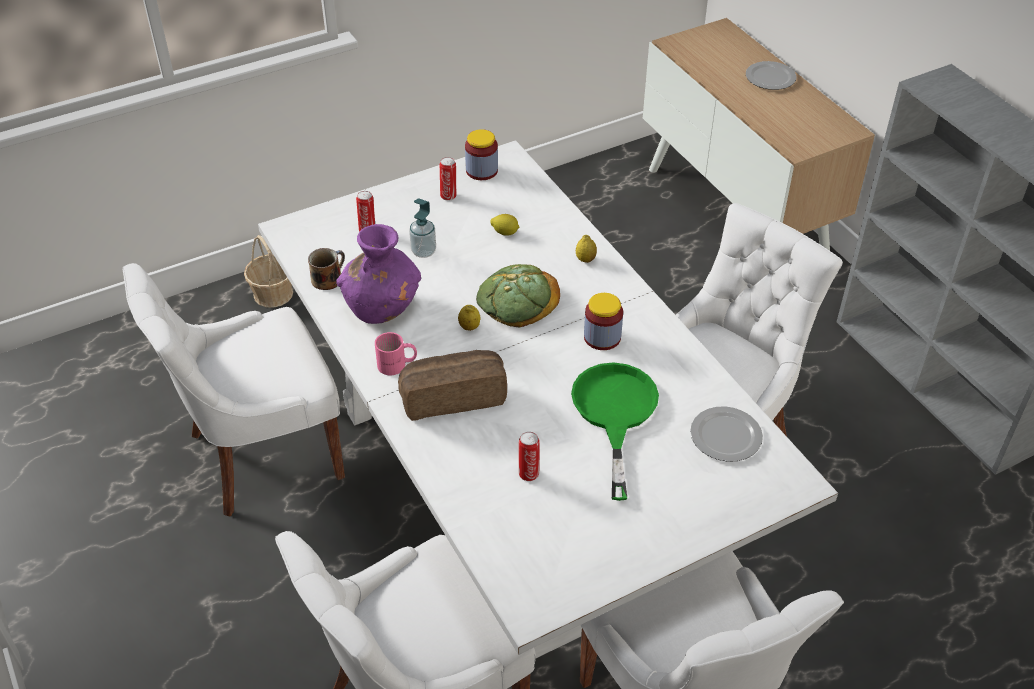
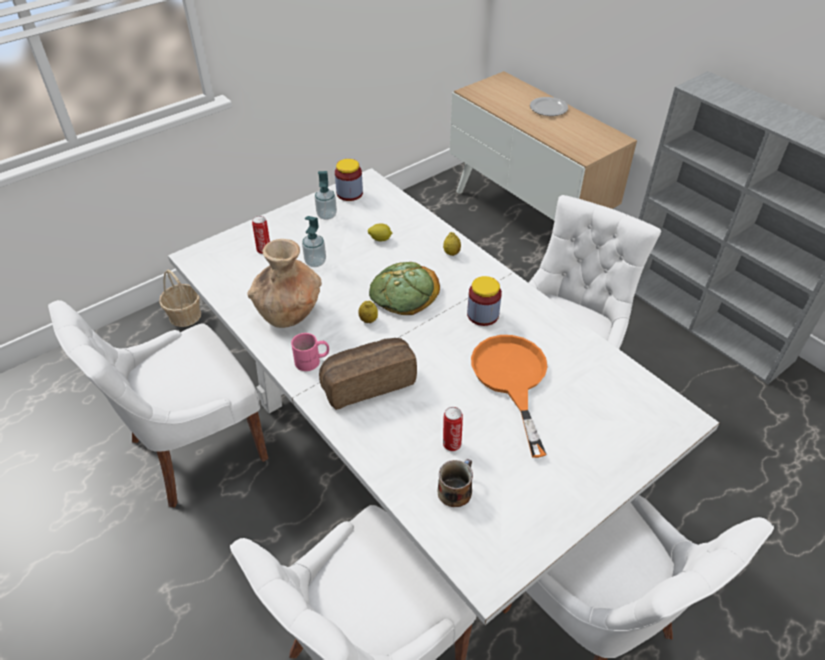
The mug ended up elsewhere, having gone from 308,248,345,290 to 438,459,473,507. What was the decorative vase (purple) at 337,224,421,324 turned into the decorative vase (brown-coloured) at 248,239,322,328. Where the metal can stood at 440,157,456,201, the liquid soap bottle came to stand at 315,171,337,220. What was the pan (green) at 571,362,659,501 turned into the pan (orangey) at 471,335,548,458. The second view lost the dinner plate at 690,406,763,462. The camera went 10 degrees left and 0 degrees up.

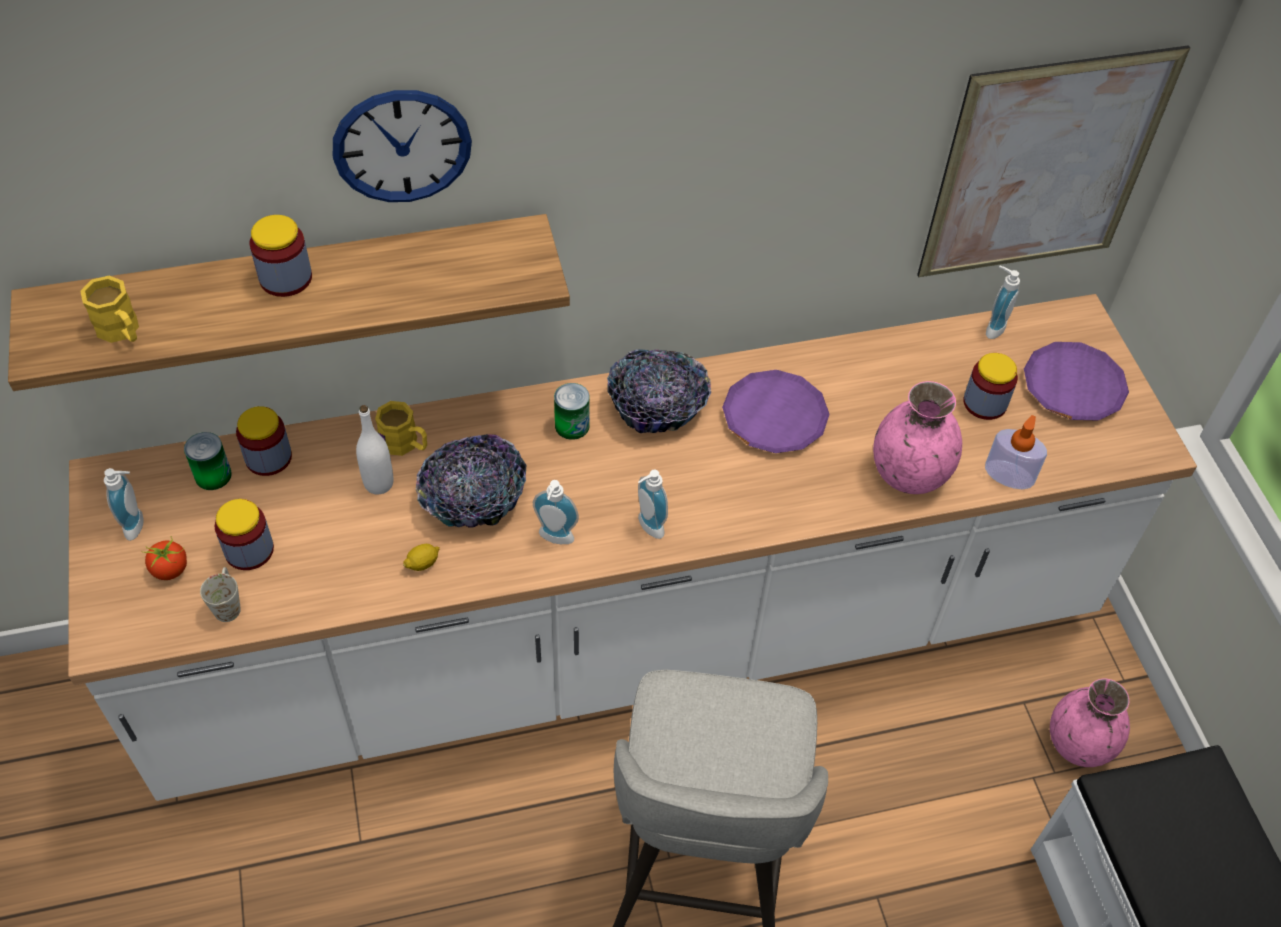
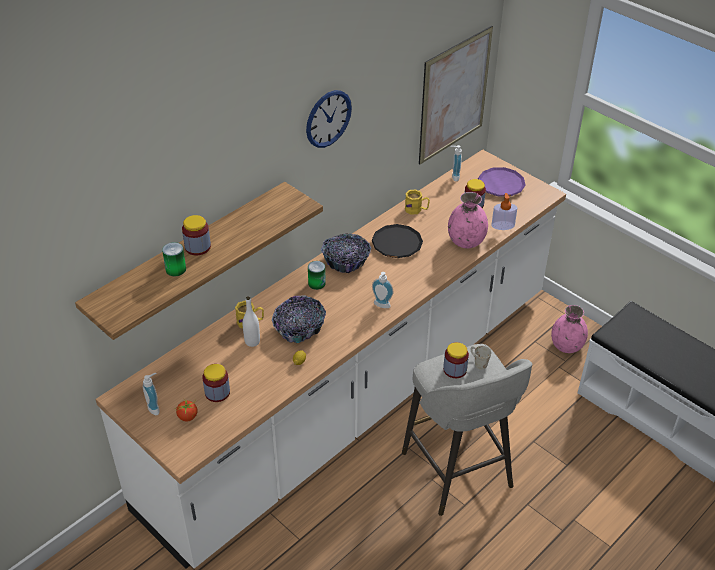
The mug (yellowish) ended up elsewhere, having gone from 80,276,139,343 to 405,189,430,215. The metal can ended up elsewhere, having gone from 184,432,232,490 to 162,242,186,276. The mug (white-coloured) ended up elsewhere, having gone from 200,567,241,622 to 471,346,491,370. The preserve jar ended up elsewhere, having gone from 236,406,292,476 to 443,342,469,378. The clock on the wall ended up elsewhere, having gone from 333,90,472,202 to 306,90,352,148. The second view lost the liquid soap bottle at 533,480,579,544. What was the dinner plate (purple) at 722,370,830,453 turned into the dinner plate (blackish) at 372,224,423,258. The camera went 30 degrees left and 10 degrees down.

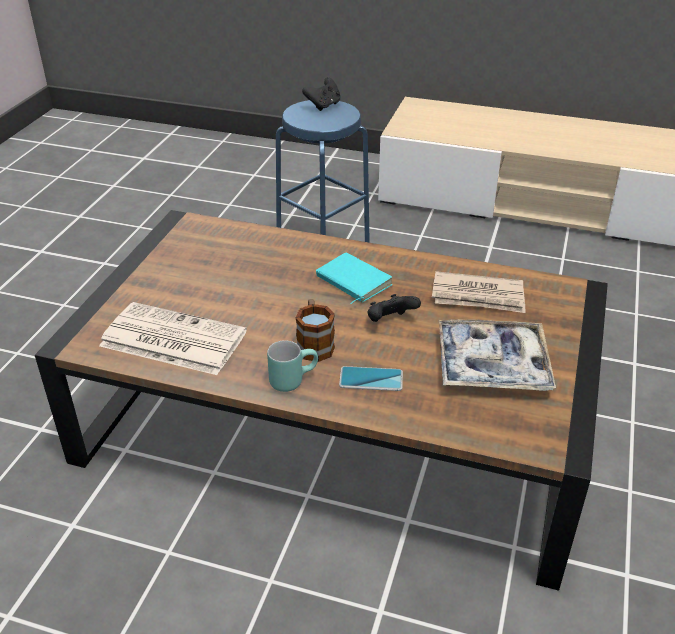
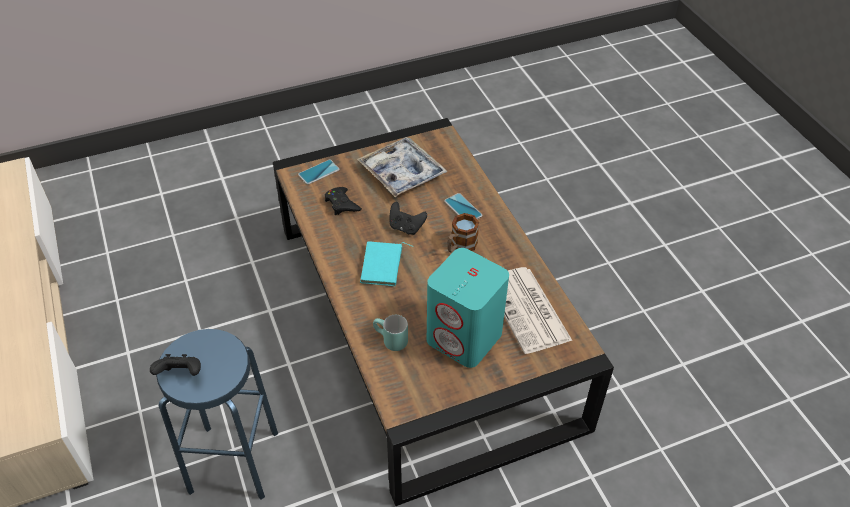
The mug (turquoise) ended up elsewhere, having gone from 267,340,318,392 to 373,315,408,351. Where the daily paper stood at 432,271,525,313, the game controller (blackish) came to stand at 325,187,362,215. The second view gained the telephone at 298,160,340,185. The second view gained the loudspeaker (turquoise) at 427,248,509,368. The camera went 130 degrees left and 10 degrees up.

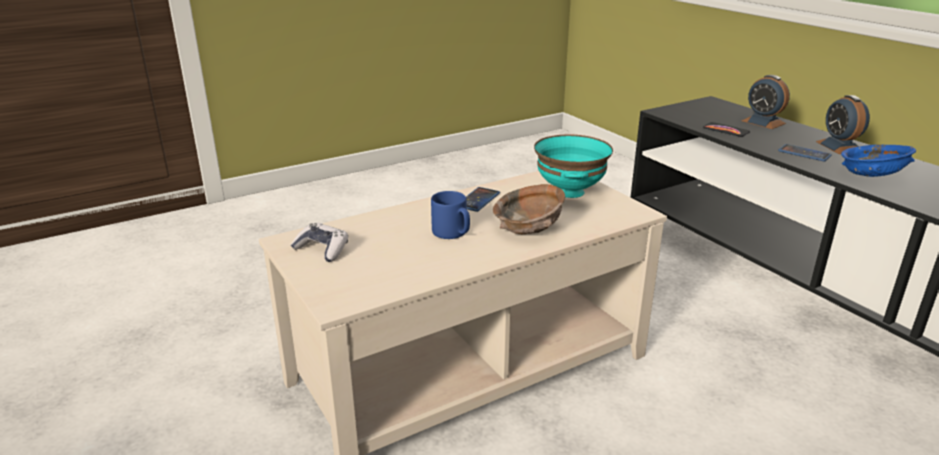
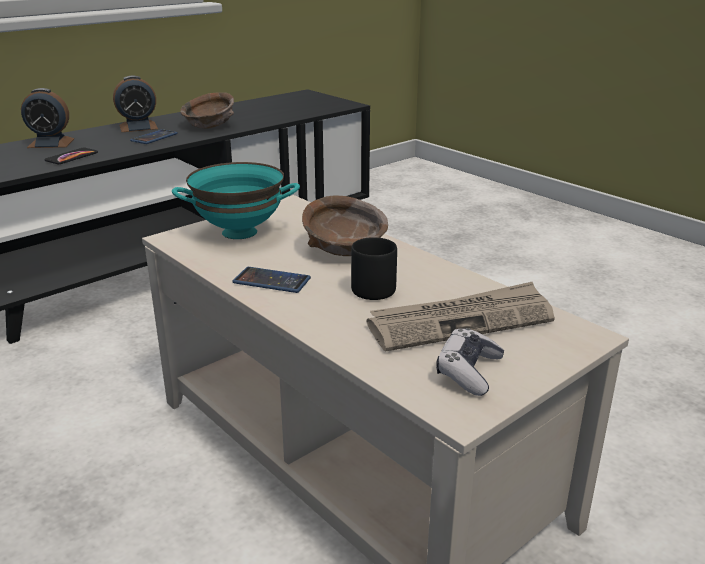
What was the mug (blue) at 431,191,470,239 turned into the mug (blackish) at 351,237,397,300. The table clock at 742,75,790,129 ended up facing another way, 45 degrees clockwise from before. What was the deep dish (blue) at 841,145,916,177 turned into the deep dish (brown-coloured) at 180,92,234,129. The second view gained the daily paper at 367,282,555,351. The camera went 100 degrees left and 0 degrees up.

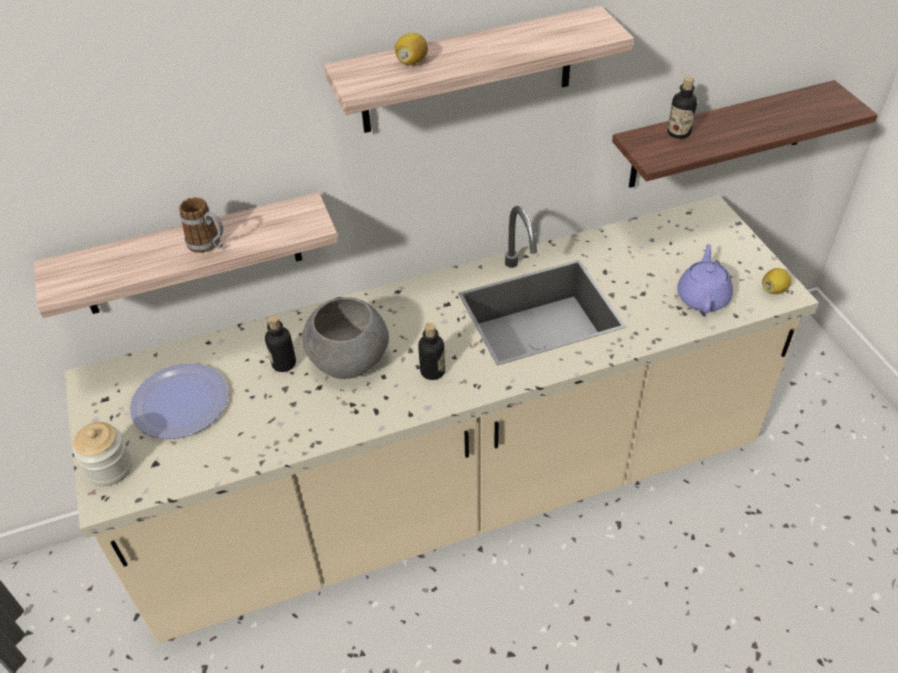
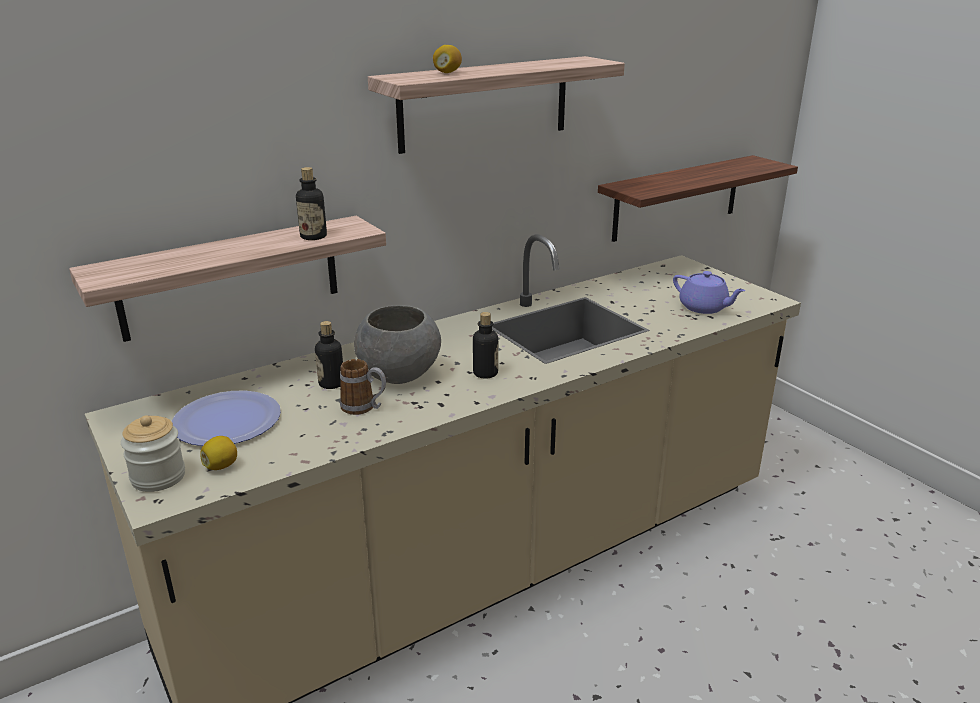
The mug ended up elsewhere, having gone from 179,197,223,253 to 340,359,386,415. The bottle ended up elsewhere, having gone from 668,76,697,139 to 296,167,327,240. The teapot (purple) at 677,244,733,313 ended up facing another way, 135 degrees clockwise from before. The lemon ended up elsewhere, having gone from 762,268,791,294 to 200,436,237,470. The camera went 15 degrees left and 20 degrees down.

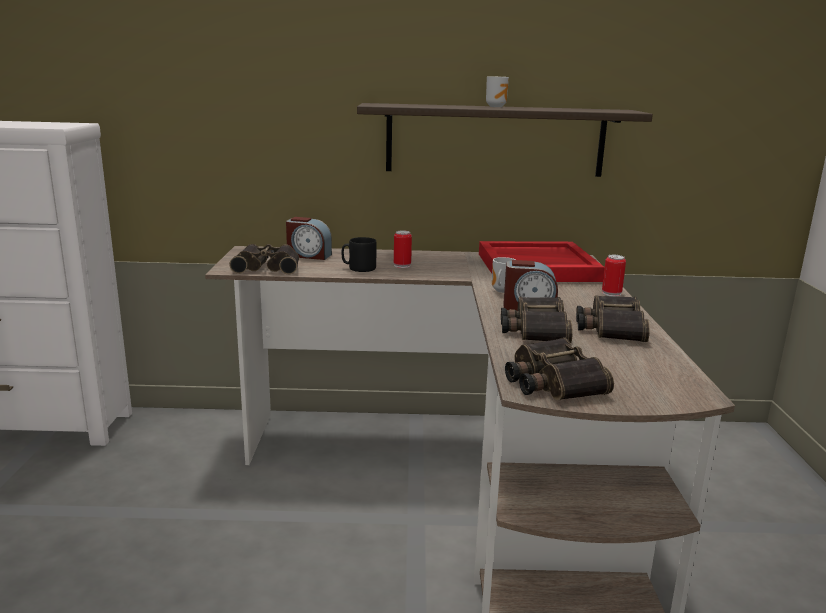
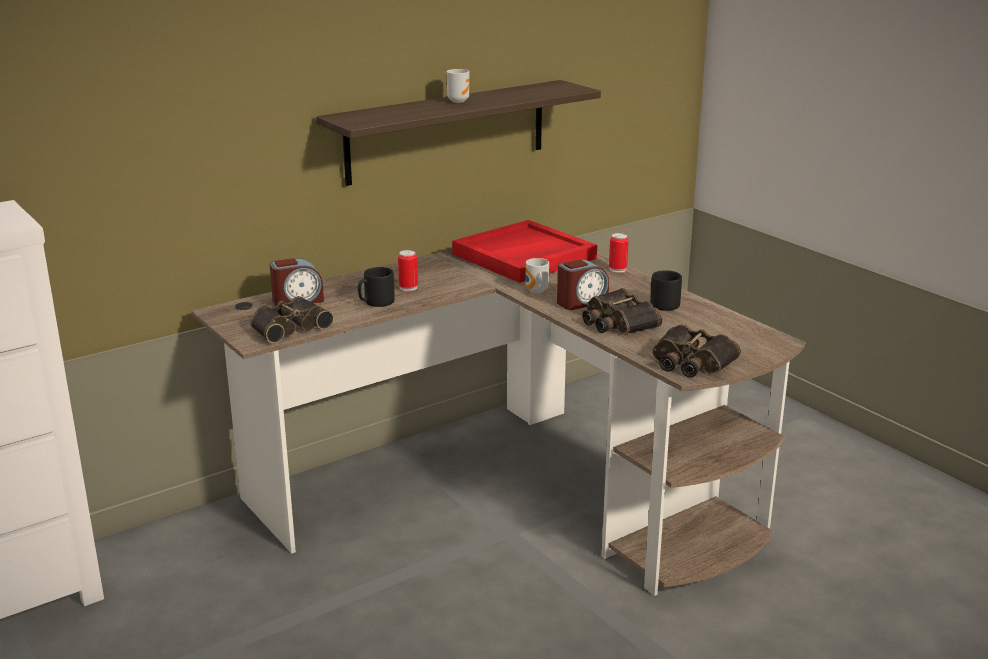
Where the pair of binoculars stood at 576,295,650,342, the mug (blackish) came to stand at 650,270,682,311. The camera went 35 degrees left and 5 degrees up.

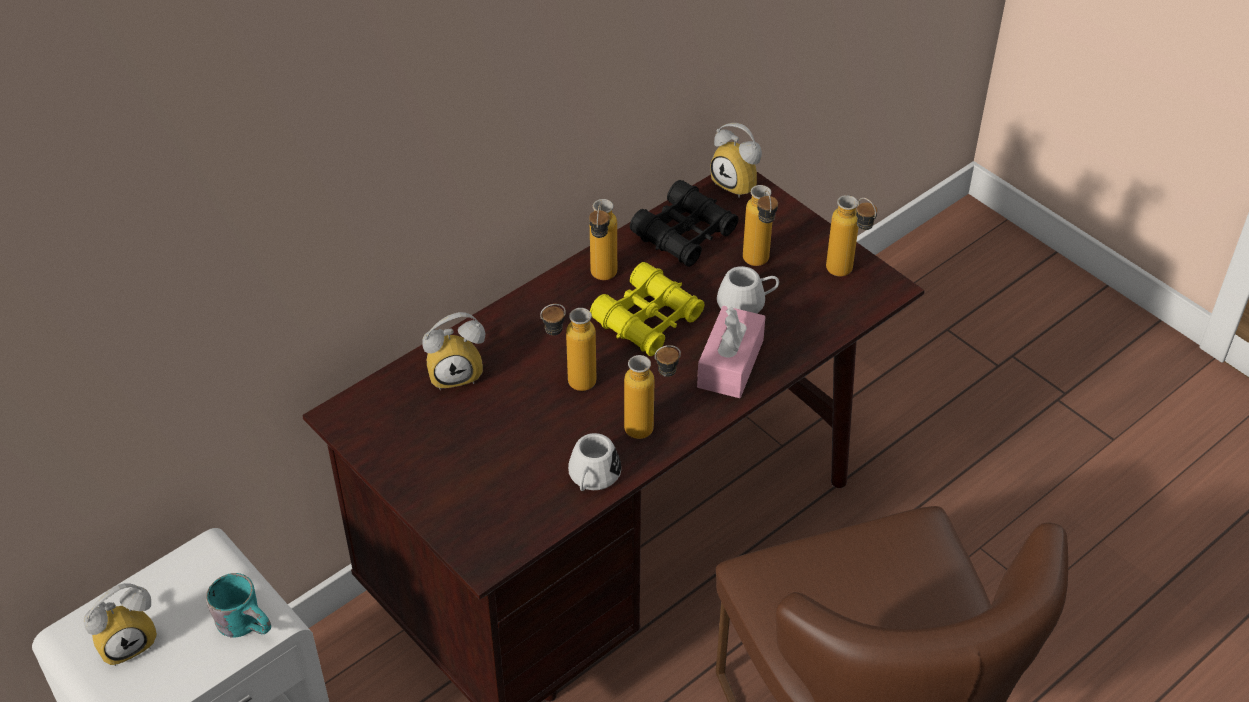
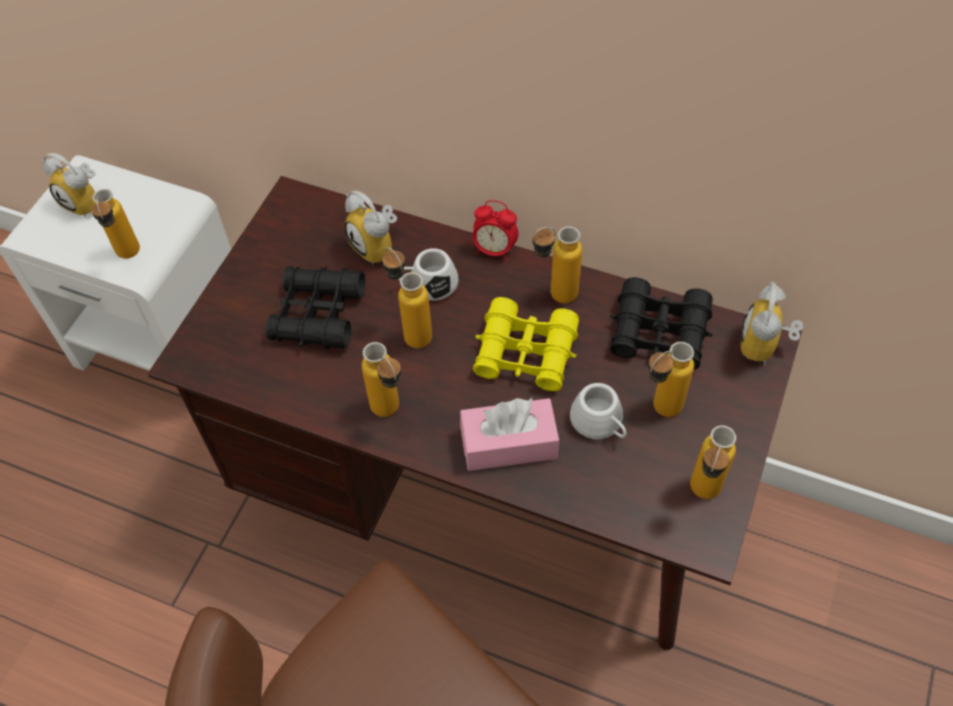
Where the mug (turquoise) stood at 206,573,271,638, the bottle came to stand at 91,189,140,258. The mug (white-coloured) ended up elsewhere, having gone from 568,433,621,491 to 398,248,458,301. The second view gained the pair of binoculars (blackish) at 266,266,365,349. The second view gained the table clock at 473,200,519,261. The camera went 65 degrees right and 10 degrees up.

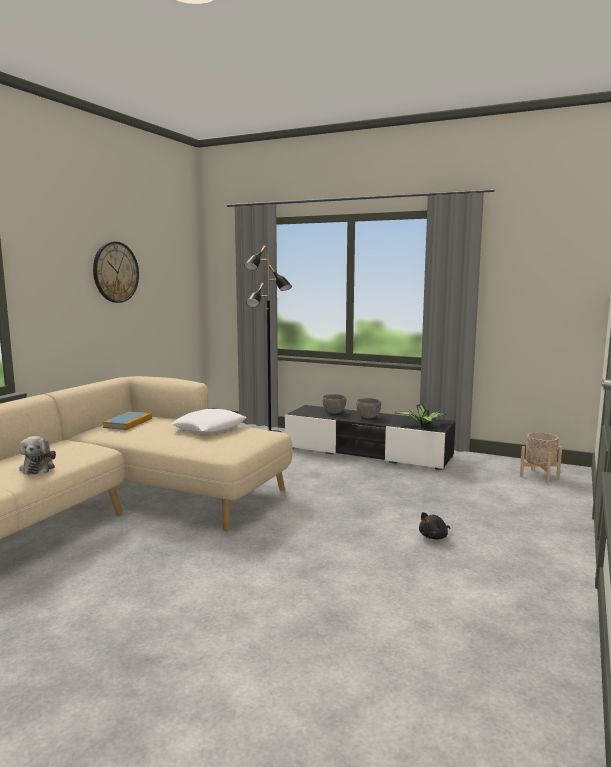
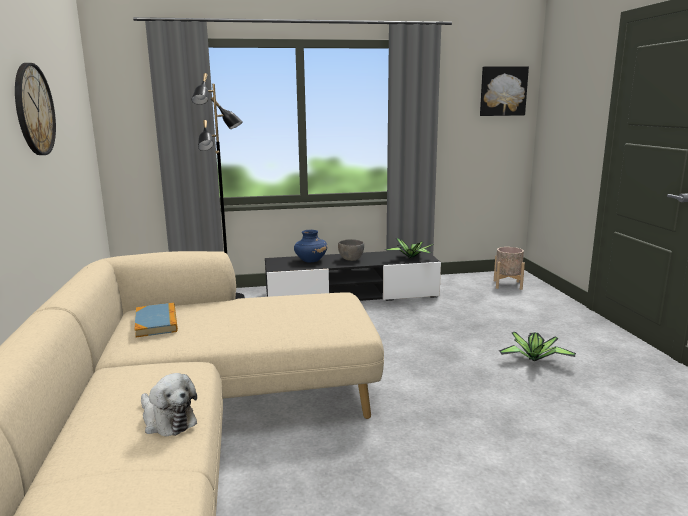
The second view lost the pillow (white-coloured) at 171,409,247,434. Where the deep dish (gray) stood at 323,394,346,414, the decorative vase (blue) came to stand at 294,230,327,263. Where the soft toy (blackish) stood at 419,512,451,539, the plant in a pot came to stand at 499,332,576,362. The second view gained the picture at 480,66,529,116. The camera went 35 degrees left and 5 degrees up.

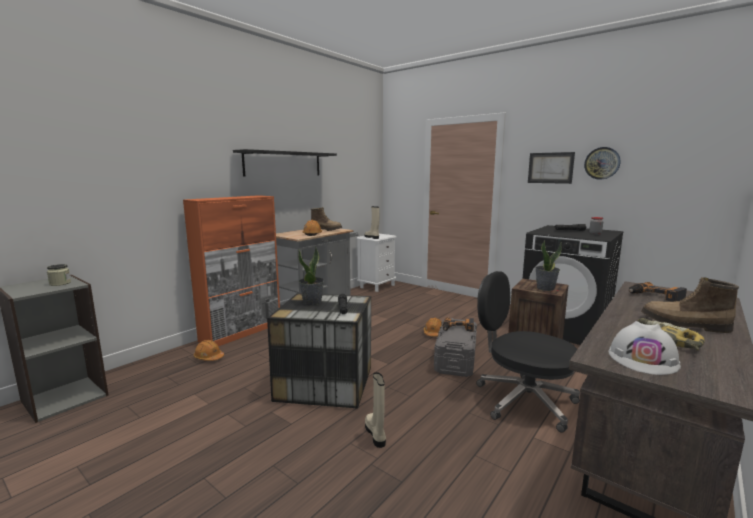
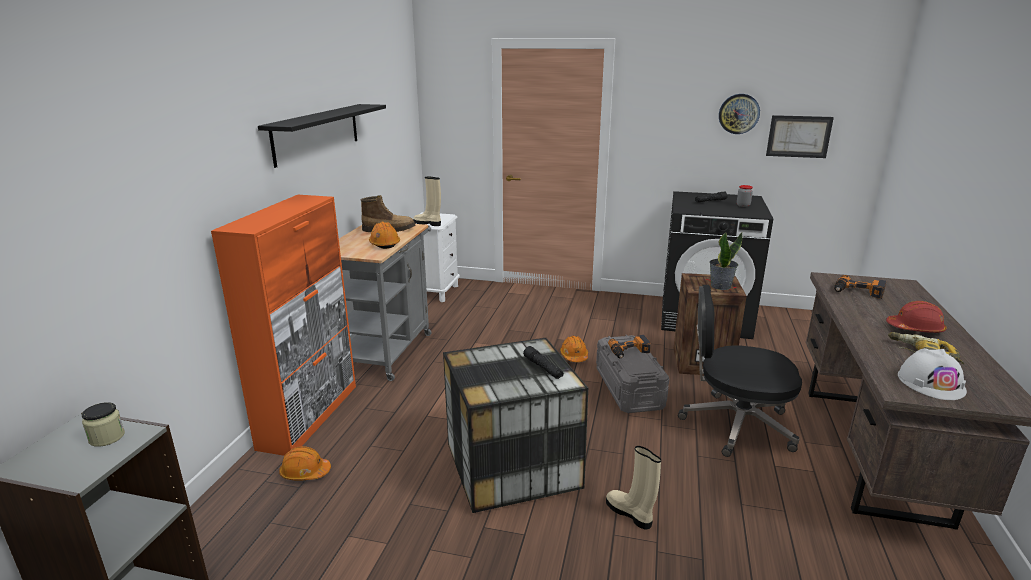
The second view lost the plant in a pot at 298,247,324,305. The picture ended up elsewhere, having gone from 528,152,575,184 to 766,115,834,158. Where the boot stood at 641,277,739,333, the work helmet (red-coloured) came to stand at 886,301,947,333. The camera went 25 degrees left and 10 degrees up.

